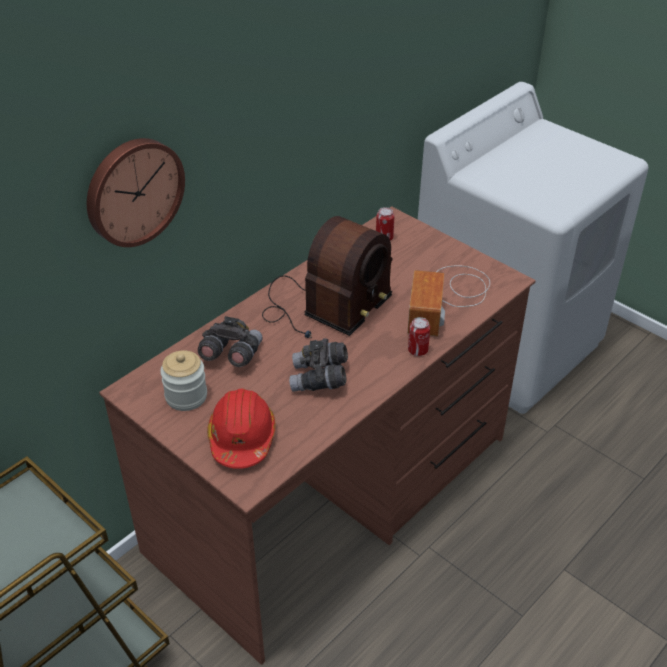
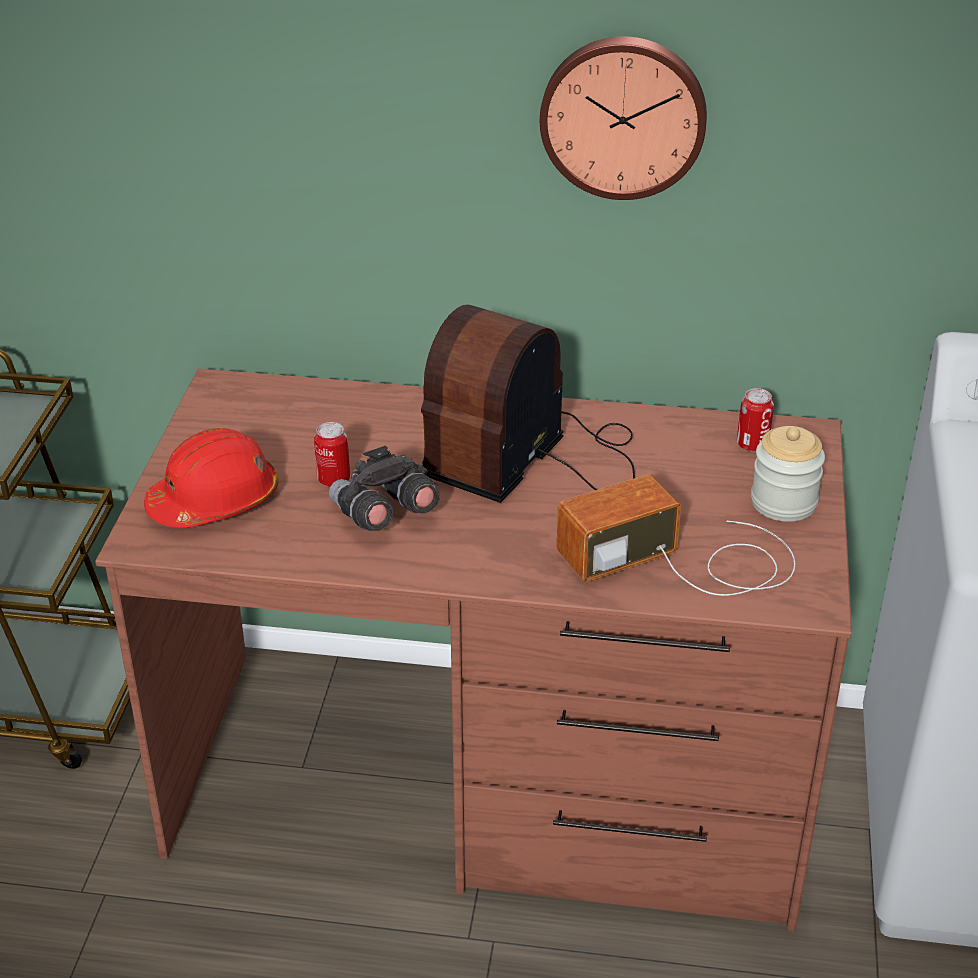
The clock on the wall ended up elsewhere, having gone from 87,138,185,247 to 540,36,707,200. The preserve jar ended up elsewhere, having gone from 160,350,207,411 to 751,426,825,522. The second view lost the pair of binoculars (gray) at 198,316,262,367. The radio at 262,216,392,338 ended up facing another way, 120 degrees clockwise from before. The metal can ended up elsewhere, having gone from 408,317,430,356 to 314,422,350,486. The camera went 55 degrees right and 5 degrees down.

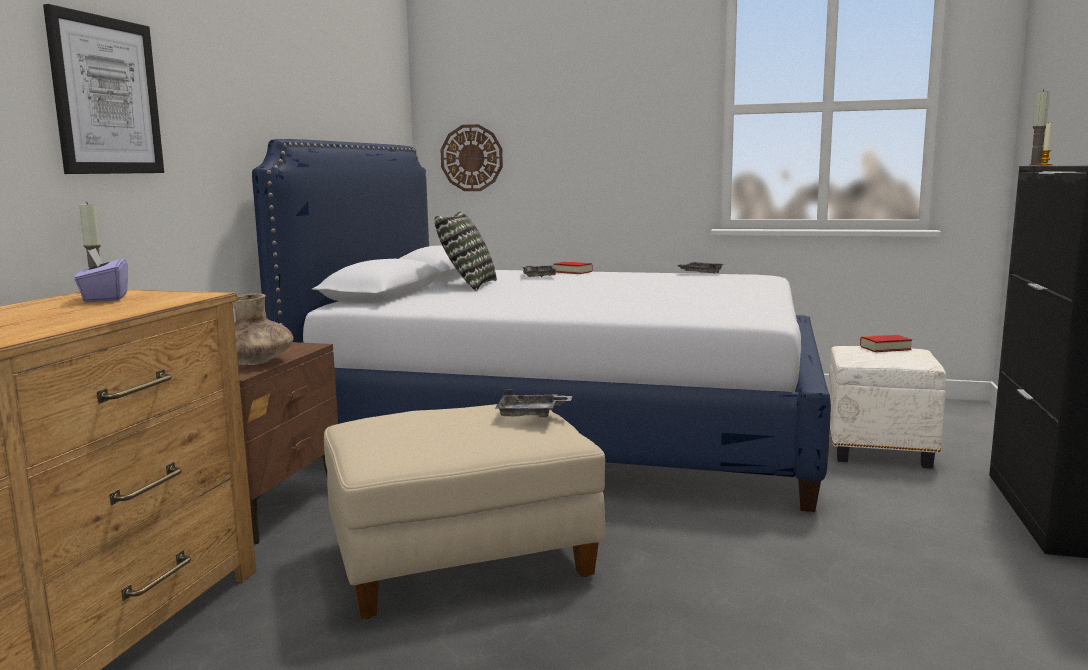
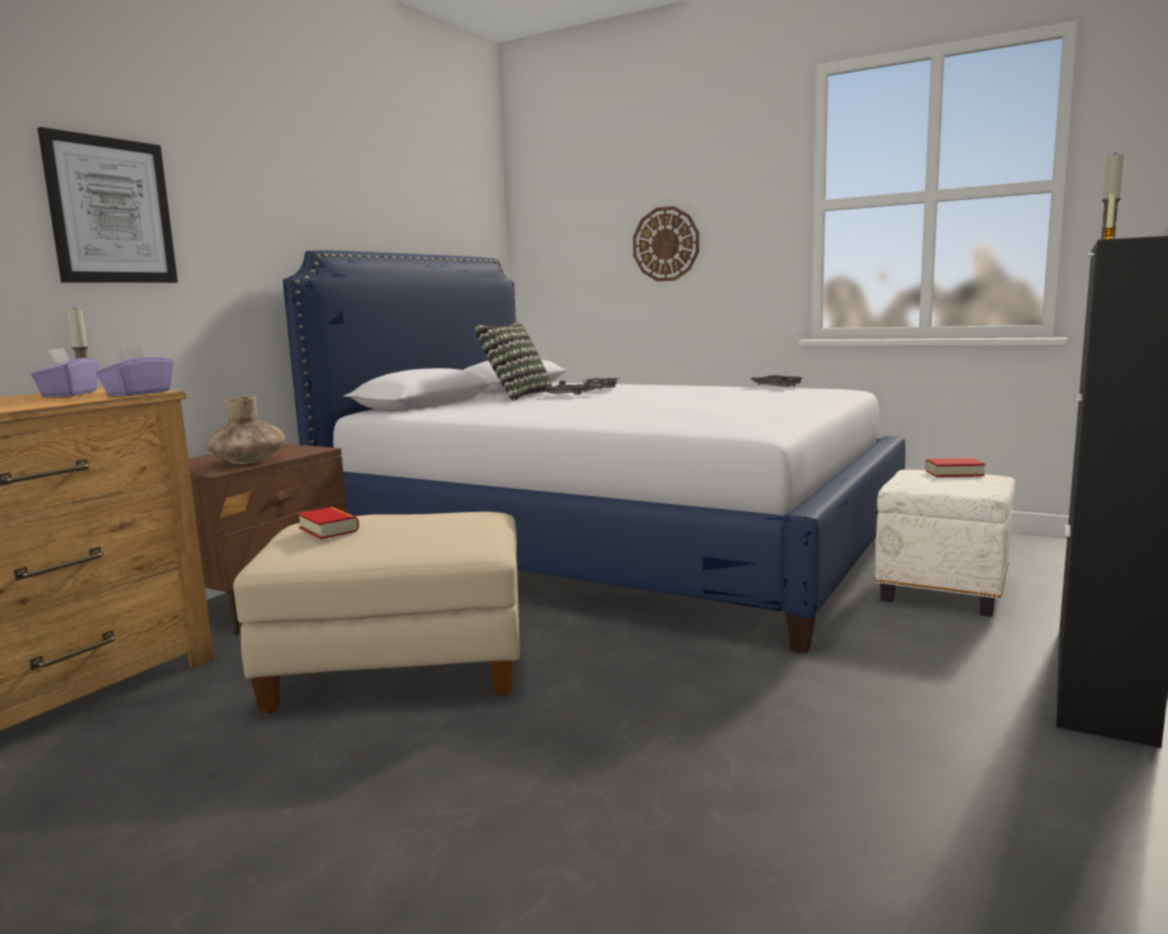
The clock on the wall ended up elsewhere, having gone from 441,124,503,191 to 633,206,699,281. The serving tray (gray) ended up elsewhere, having gone from 495,389,572,417 to 546,381,602,395. The book ended up elsewhere, having gone from 553,262,593,274 to 297,507,359,539. The second view gained the box of tissues (purple) at 96,346,173,396. The camera went 15 degrees right and 0 degrees up.

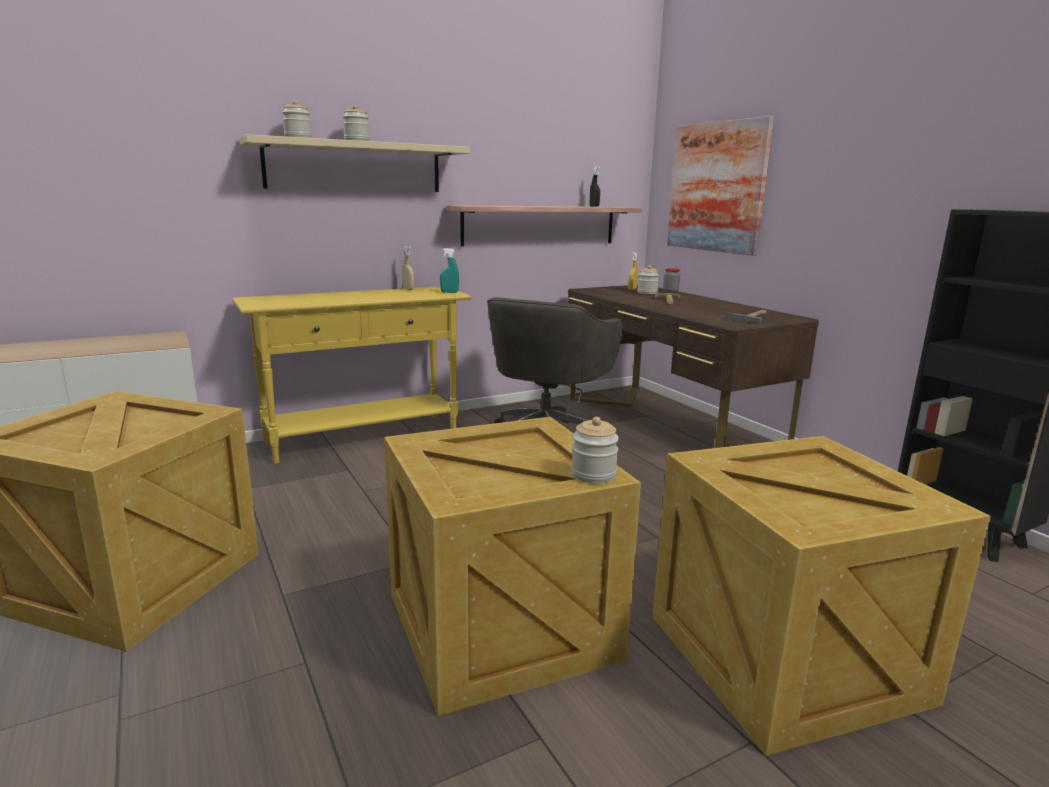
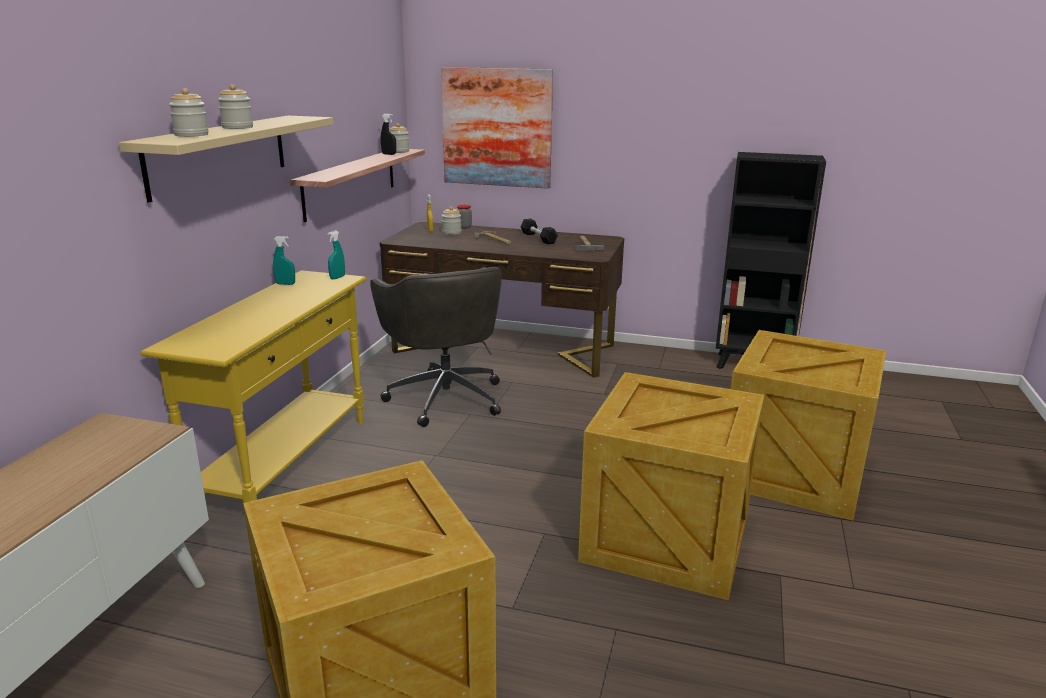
What was the hand sprayer (beige-coloured) at 402,246,414,290 turned into the hand sprayer (turquoise) at 273,236,295,285. The preserve jar ended up elsewhere, having gone from 571,417,619,484 to 389,123,409,153. The second view gained the free weight (blackish) at 521,219,558,244. The camera went 45 degrees left and 5 degrees up.

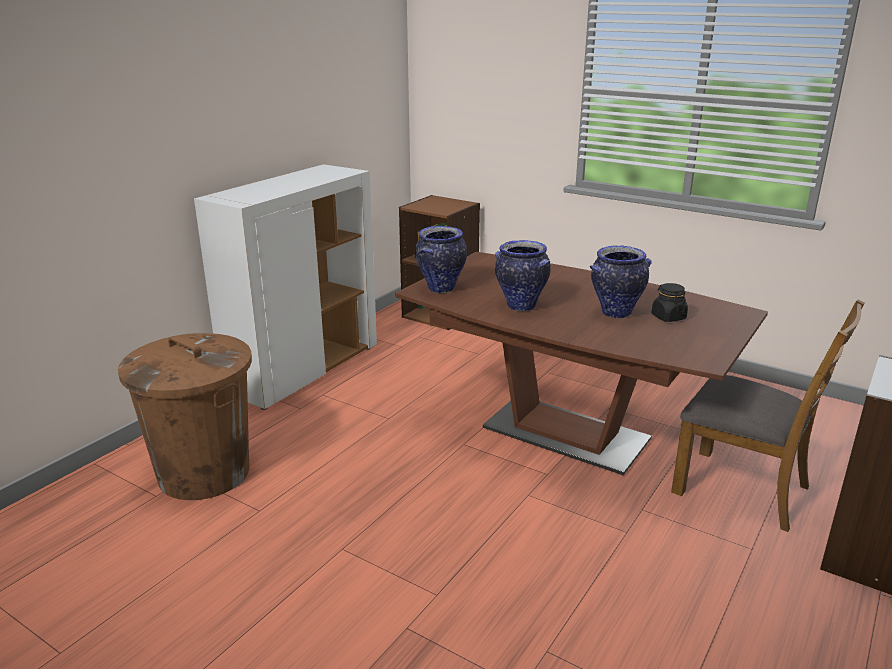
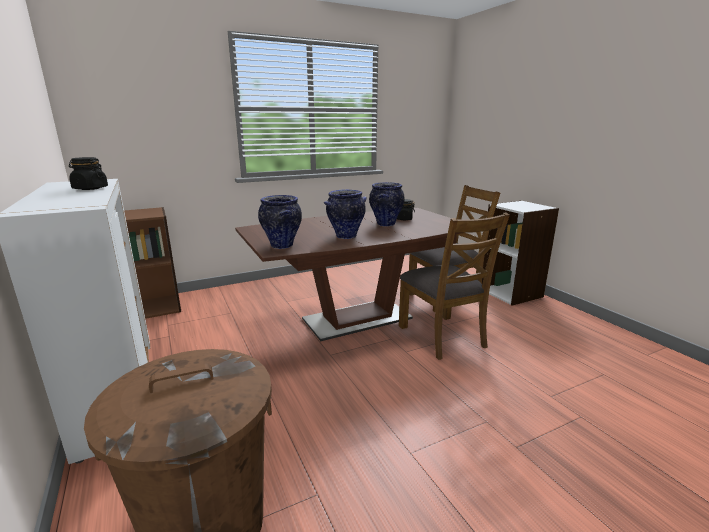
The second view gained the preserve jar (blackish) at 69,157,108,190. The second view gained the upright chair (brown-coloured) at 399,212,510,360. The camera went 60 degrees left and 5 degrees down.

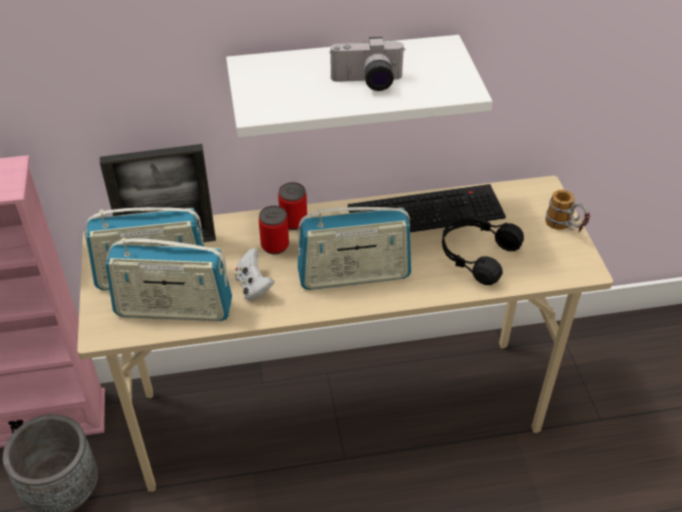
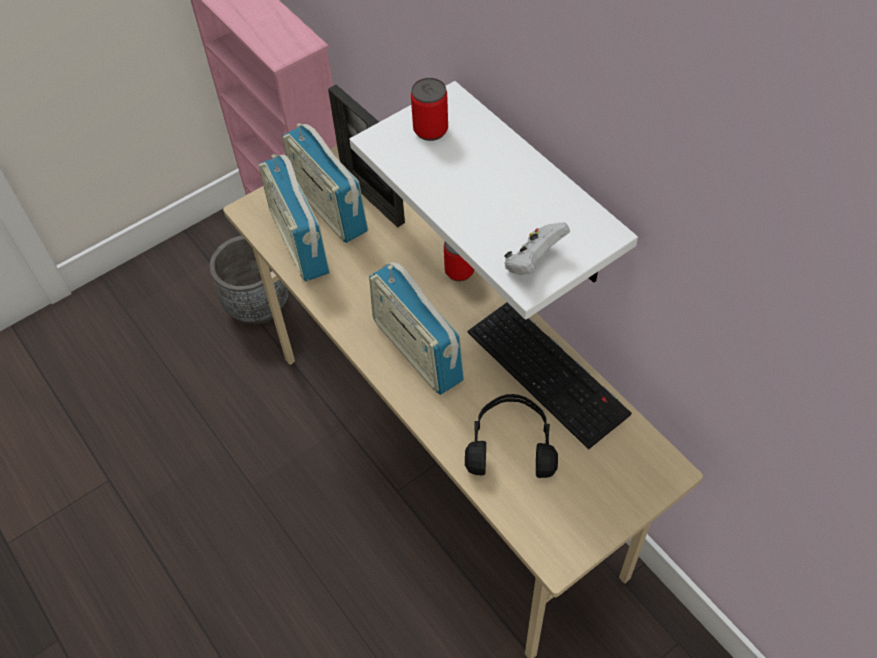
The game controller (white-coloured) ended up elsewhere, having gone from 234,248,274,301 to 504,223,570,275. The metal can ended up elsewhere, having gone from 259,206,289,254 to 411,78,448,141. The second view lost the still camera at 330,37,406,91. The second view lost the mug at 545,190,590,233. The camera went 65 degrees right and 10 degrees up.

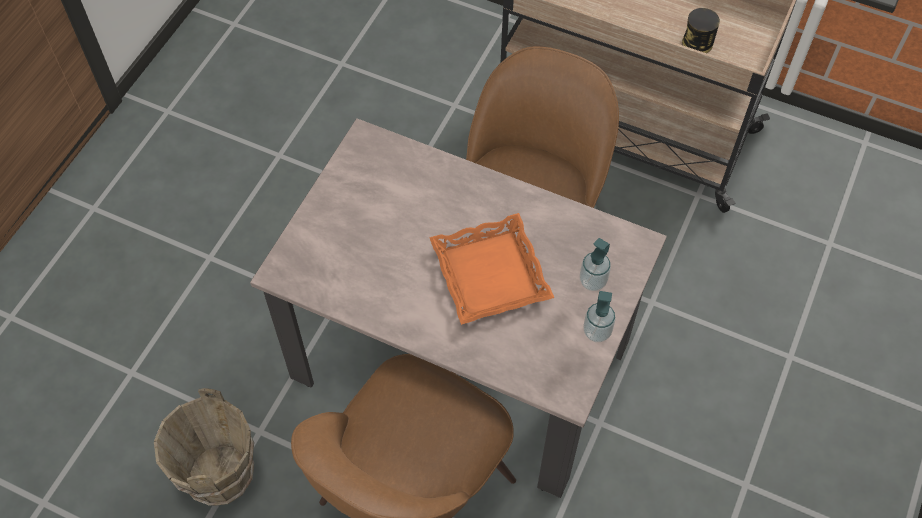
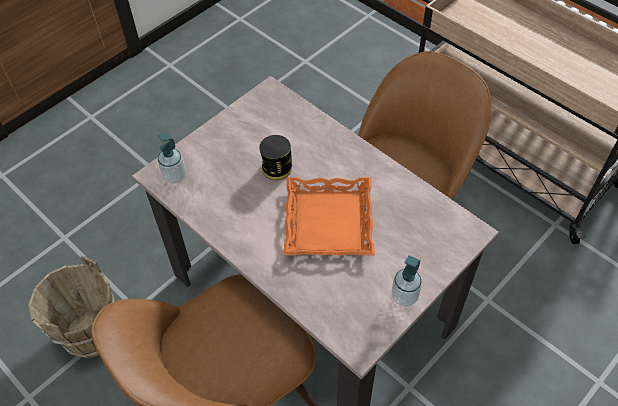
The liquid soap bottle ended up elsewhere, having gone from 580,238,611,291 to 158,132,186,184. The metal can ended up elsewhere, having gone from 682,8,720,53 to 259,135,292,180. The camera went 20 degrees right and 5 degrees down.

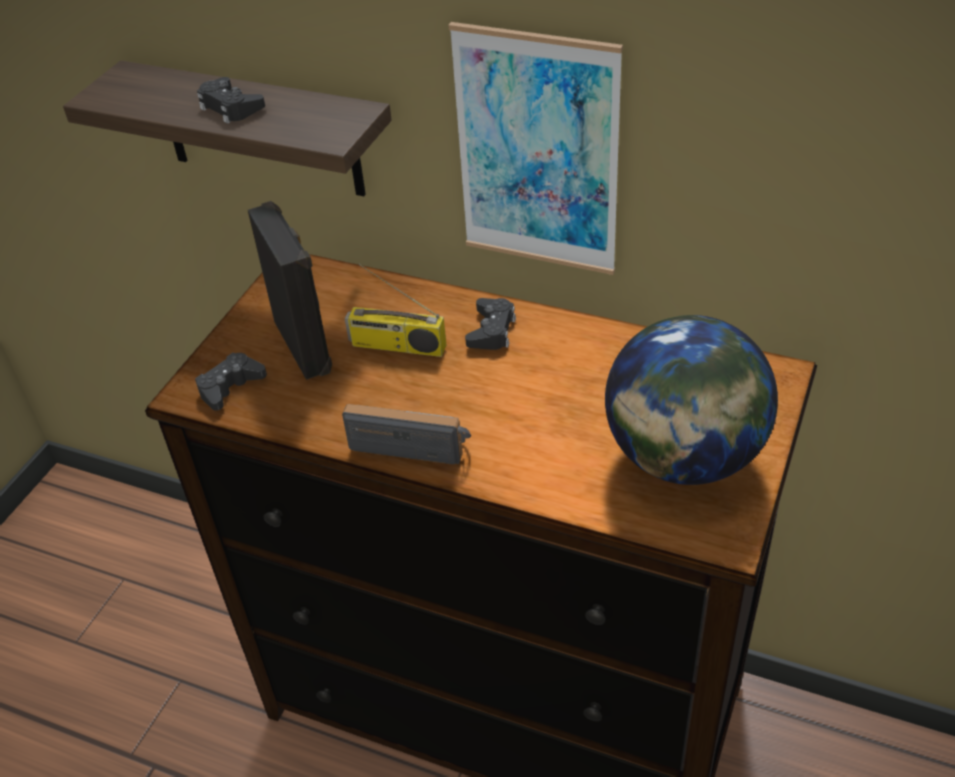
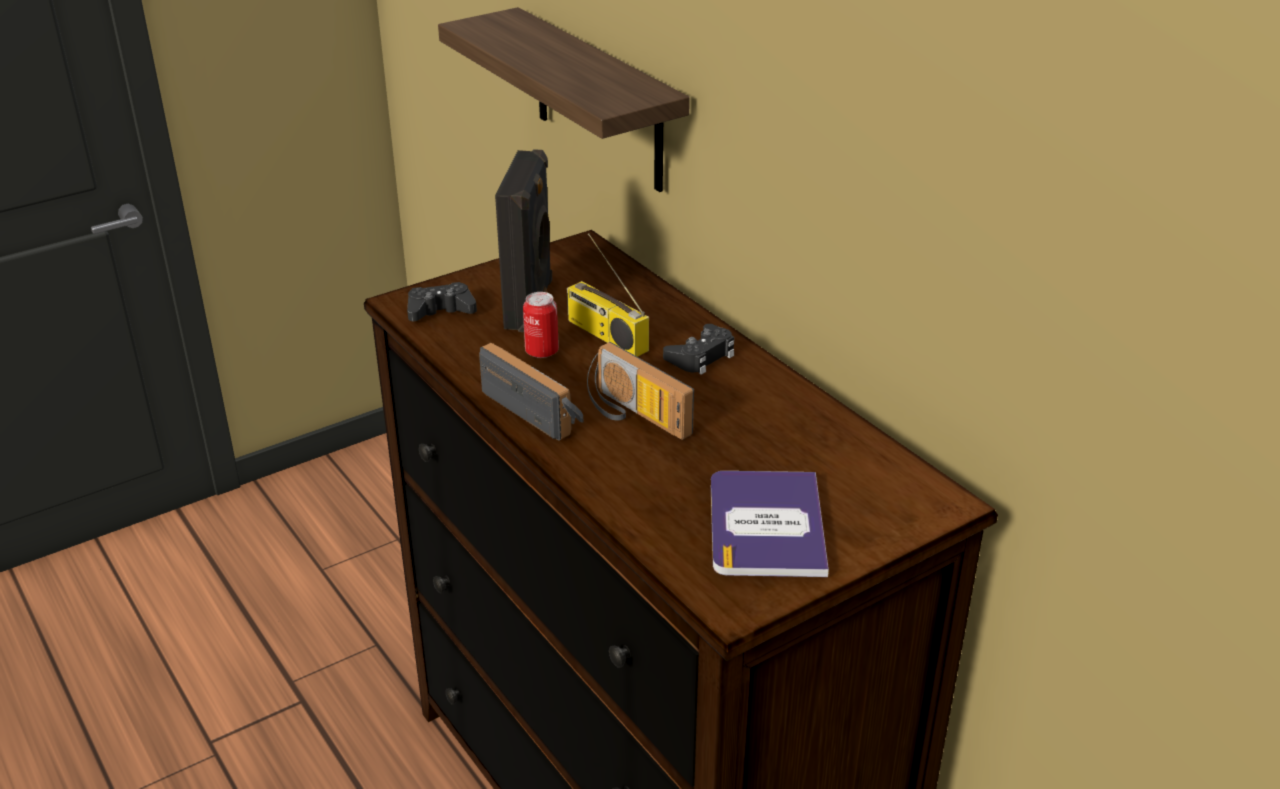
The second view lost the game controller (blackish) at 197,77,265,124. The second view lost the picture at 448,22,623,275. Where the globe stood at 605,315,778,485, the book came to stand at 711,471,829,577. The second view gained the metal can at 523,292,559,358. The second view gained the radio at 587,342,694,440. The camera went 30 degrees right and 10 degrees down.

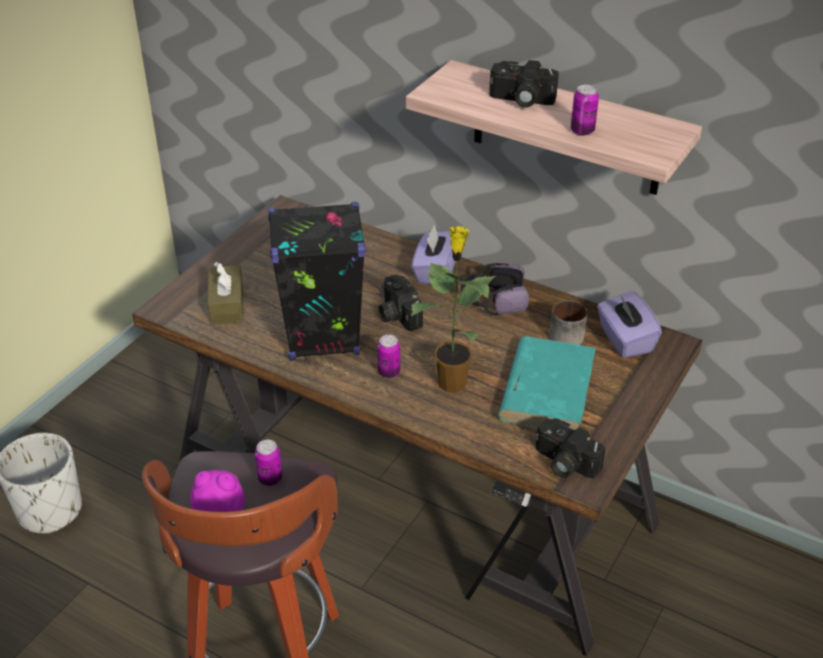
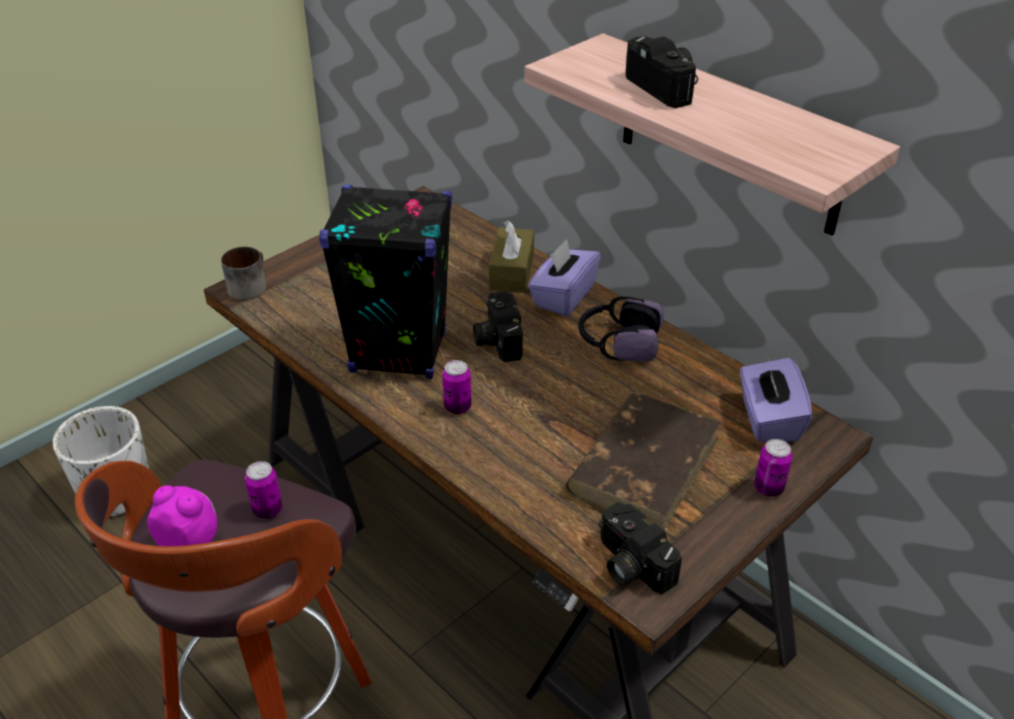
The box of tissues (brown-coloured) ended up elsewhere, having gone from 208,262,244,325 to 489,221,534,293. The second view lost the plant in a pot at 411,226,497,393. The still camera at 489,60,559,108 ended up facing another way, 150 degrees counterclockwise from before. What was the book (turquoise) at 498,337,596,430 turned into the book (brown-coloured) at 566,392,721,530. The mug ended up elsewhere, having gone from 550,300,587,345 to 221,247,266,300. The metal can ended up elsewhere, having gone from 571,85,599,136 to 754,439,792,497. The camera went 15 degrees right and 0 degrees up.

